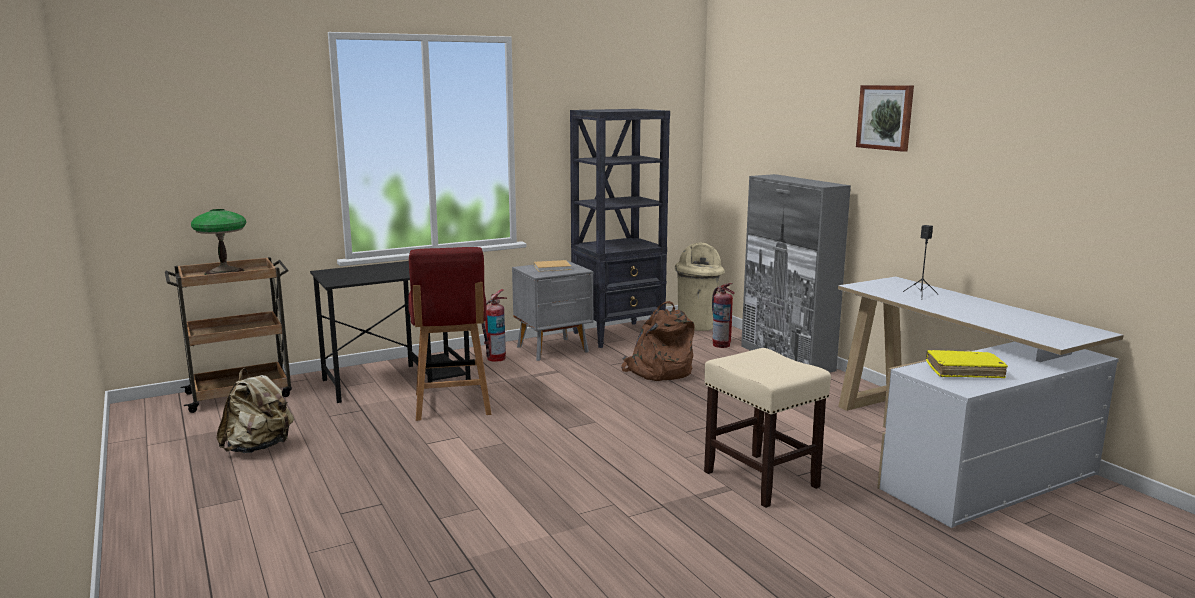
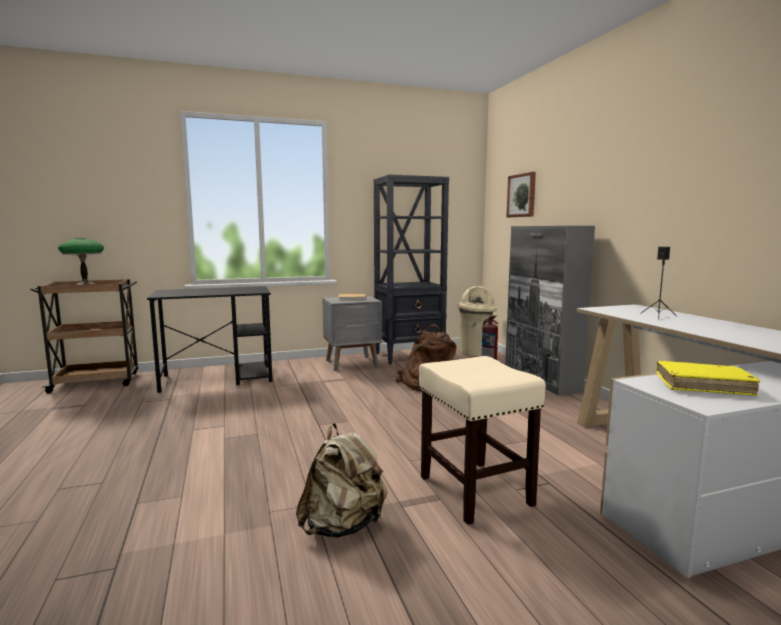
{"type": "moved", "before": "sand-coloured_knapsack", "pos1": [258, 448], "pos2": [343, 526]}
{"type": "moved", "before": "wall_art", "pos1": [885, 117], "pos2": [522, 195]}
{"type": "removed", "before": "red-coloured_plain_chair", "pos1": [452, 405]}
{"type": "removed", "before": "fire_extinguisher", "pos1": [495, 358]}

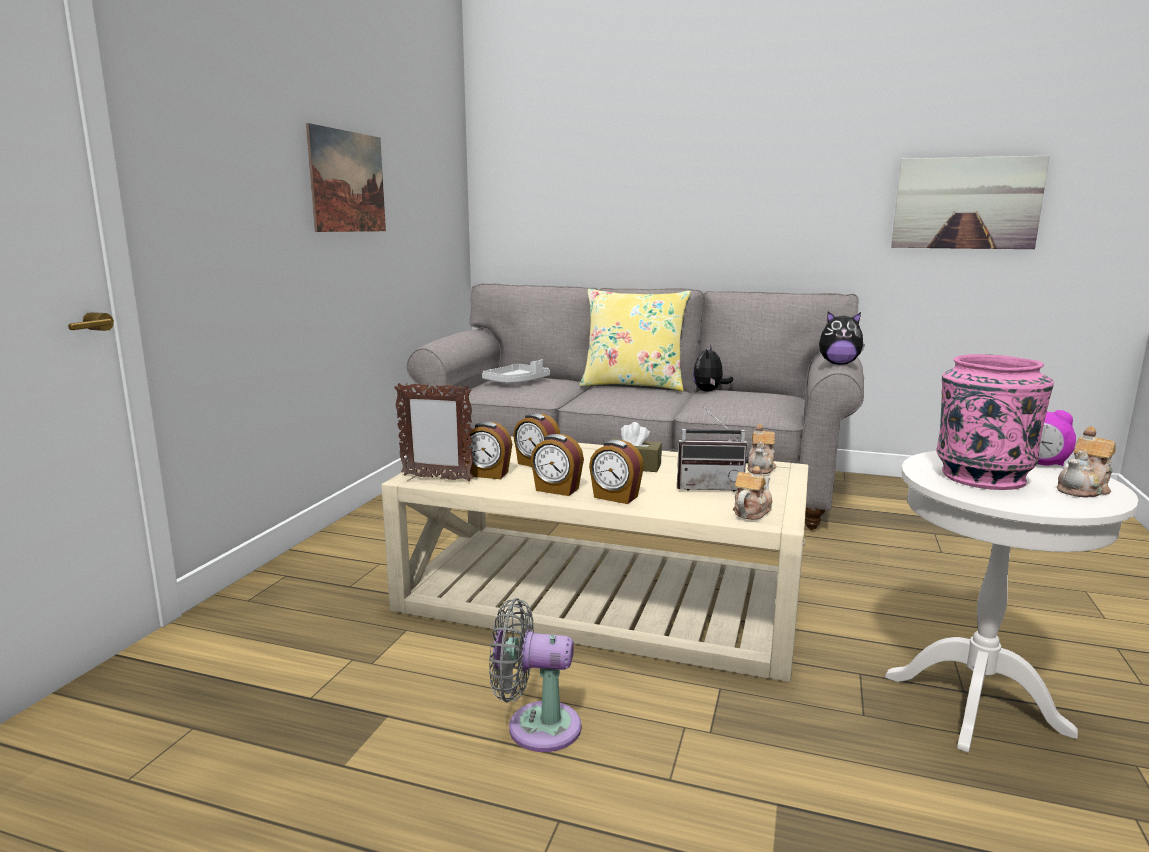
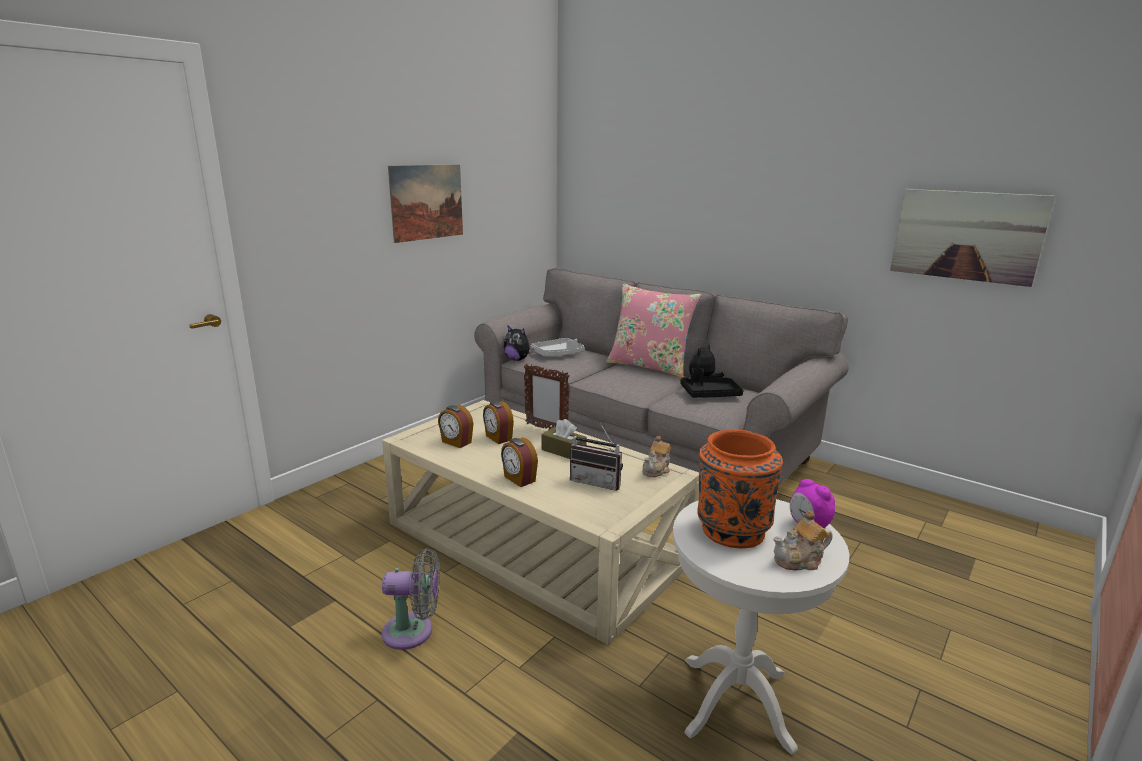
{"type": "turned", "before": "grey_electric_fan", "pos1": [536, 726], "pos2": [413, 631], "turn": 150}
{"type": "moved", "before": "cuddly_toy", "pos1": [838, 364], "pos2": [517, 359]}
{"type": "moved", "before": "picture_frame", "pos1": [436, 478], "pos2": [546, 429]}
{"type": "recoloured", "before": "yellowish_throw_pillow", "after": "pinkish_throw_pillow", "pos1": [633, 385], "pos2": [649, 366]}
{"type": "added", "after": "black_serving_tray", "pos2": [709, 394]}
{"type": "recoloured", "before": "pinkish_flower_vase", "after": "orange_flower_vase", "pos1": [980, 477], "pos2": [731, 530]}
{"type": "removed", "before": "alarm_clock", "pos1": [556, 490]}
{"type": "removed", "before": "teapot", "pos1": [751, 512]}

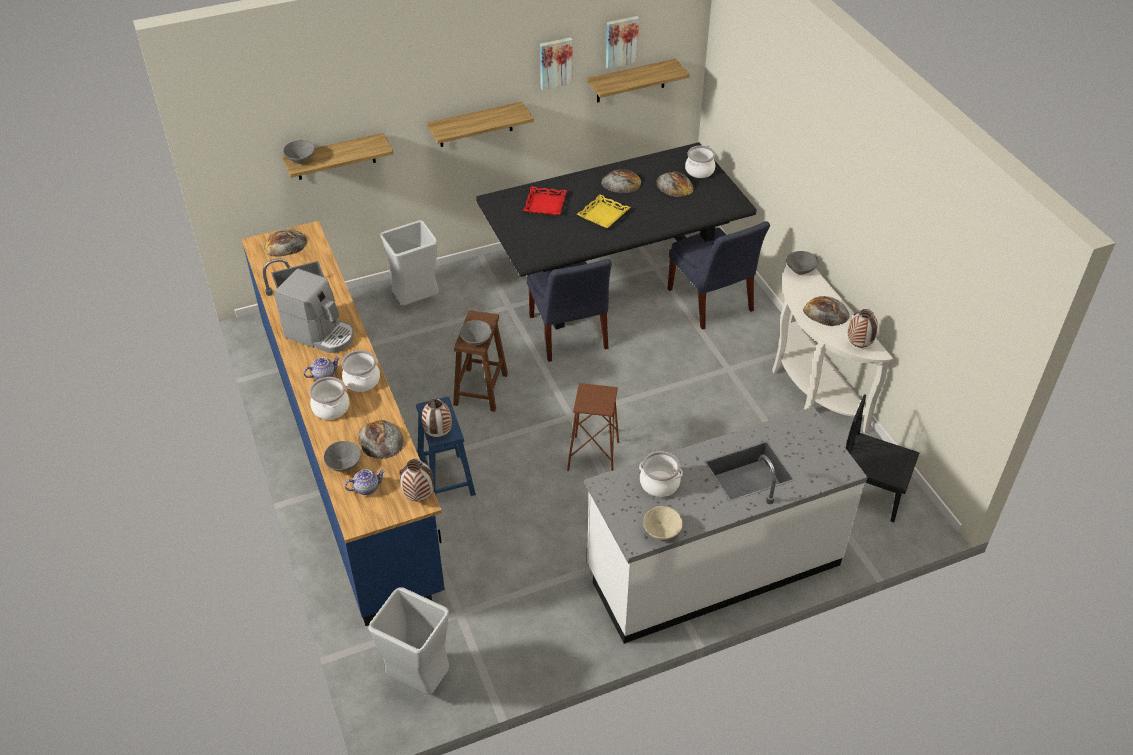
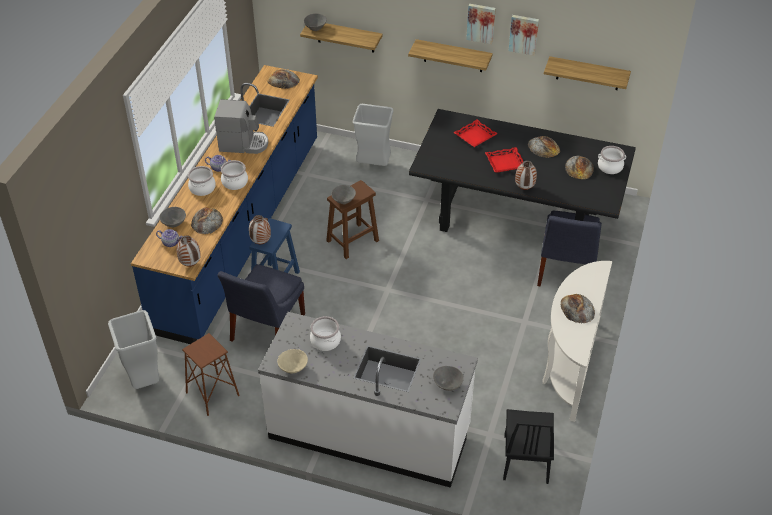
{"type": "moved", "before": "brownish_stool_seat", "pos1": [593, 456], "pos2": [212, 394]}
{"type": "turned", "before": "coffee_brewer", "pos1": [321, 334], "pos2": [243, 144], "turn": -60}
{"type": "moved", "before": "blue-coloured_plain_chair", "pos1": [568, 335], "pos2": [265, 330]}
{"type": "moved", "before": "grey_deep_dish", "pos1": [800, 270], "pos2": [447, 384]}
{"type": "moved", "before": "wall_art", "pos1": [621, 41], "pos2": [481, 23]}
{"type": "recoloured", "before": "yellowish_serving_tray", "after": "red-coloured_serving_tray", "pos1": [603, 215], "pos2": [505, 163]}
{"type": "turned", "before": "black_plain_chair", "pos1": [869, 492], "pos2": [525, 459], "turn": -150}
{"type": "moved", "before": "flower_vase", "pos1": [858, 345], "pos2": [524, 188]}

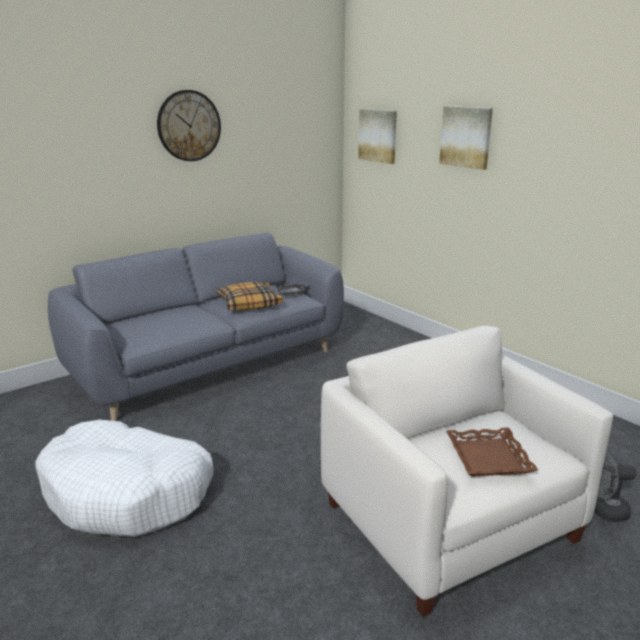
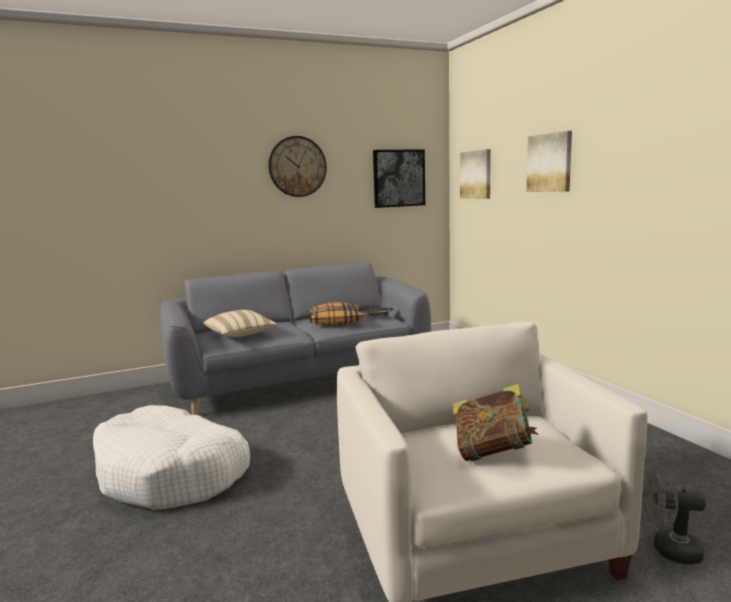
{"type": "added", "after": "sand-coloured_throw_pillow", "pos2": [240, 335]}
{"type": "added", "after": "wall_art", "pos2": [398, 178]}
{"type": "replaced", "before": "brownish_serving_tray", "after": "book", "pos1": [487, 457], "pos2": [492, 452]}

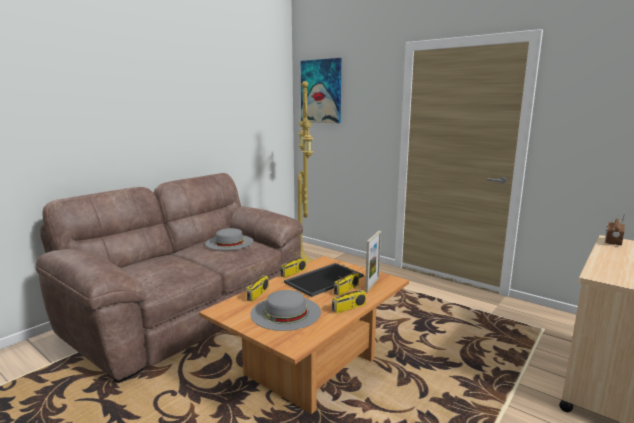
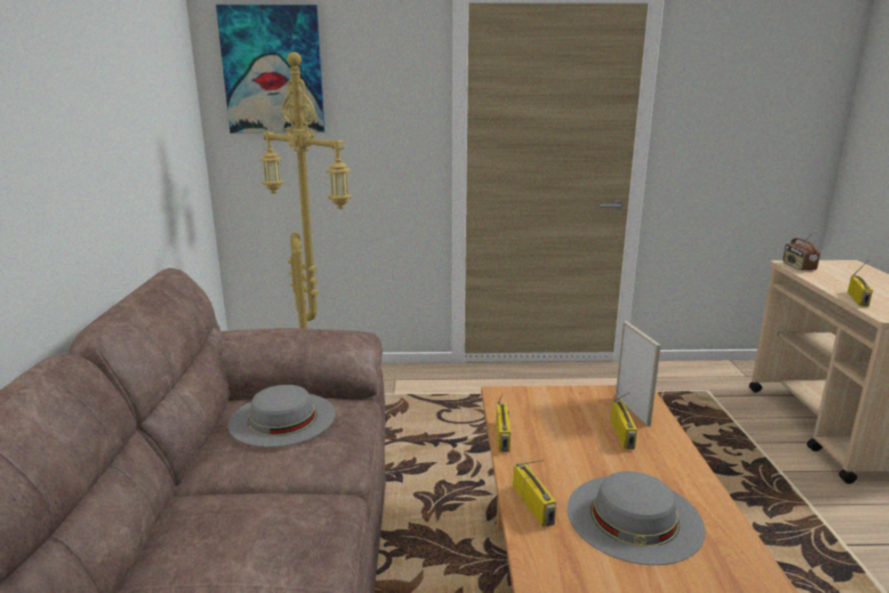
{"type": "moved", "before": "radio_set", "pos1": [349, 308], "pos2": [858, 299]}
{"type": "removed", "before": "serving_tray", "pos1": [324, 279]}

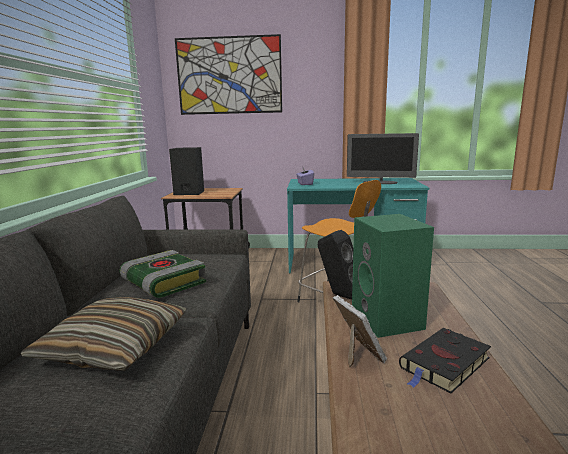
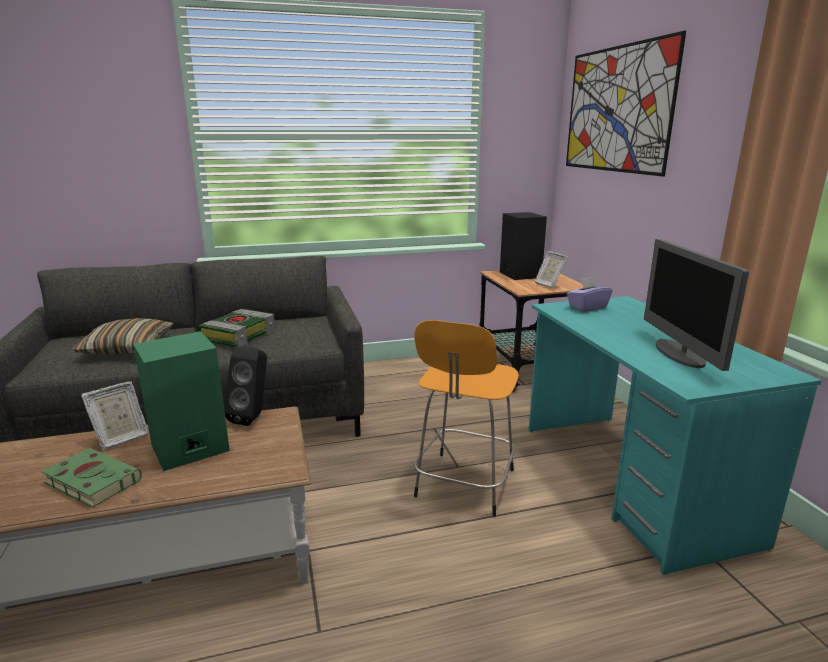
{"type": "recoloured", "before": "black_book", "after": "greenish_book", "pos1": [444, 364], "pos2": [91, 481]}
{"type": "added", "after": "picture_frame", "pos2": [549, 285]}

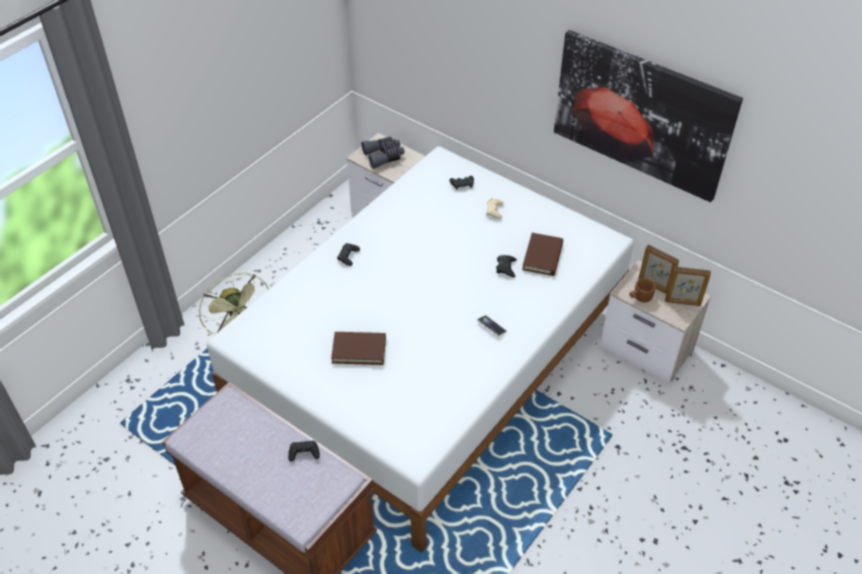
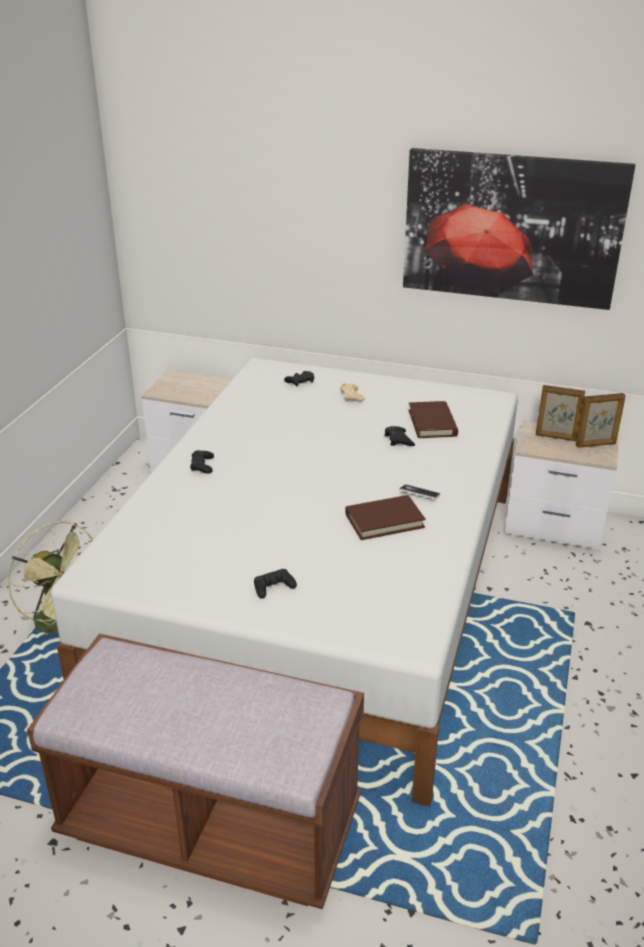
{"type": "moved", "before": "black_gamepad", "pos1": [304, 453], "pos2": [273, 587]}
{"type": "moved", "before": "brownish_book", "pos1": [359, 350], "pos2": [384, 521]}
{"type": "removed", "before": "grey_pair_of_binoculars", "pos1": [384, 156]}
{"type": "removed", "before": "brownish_tea_mug", "pos1": [639, 297]}

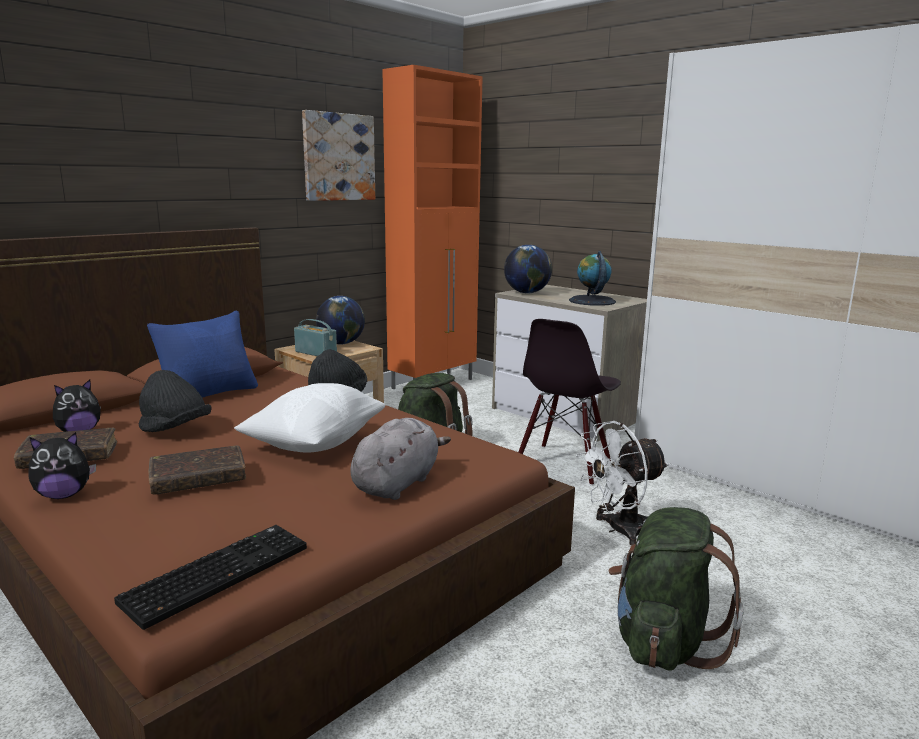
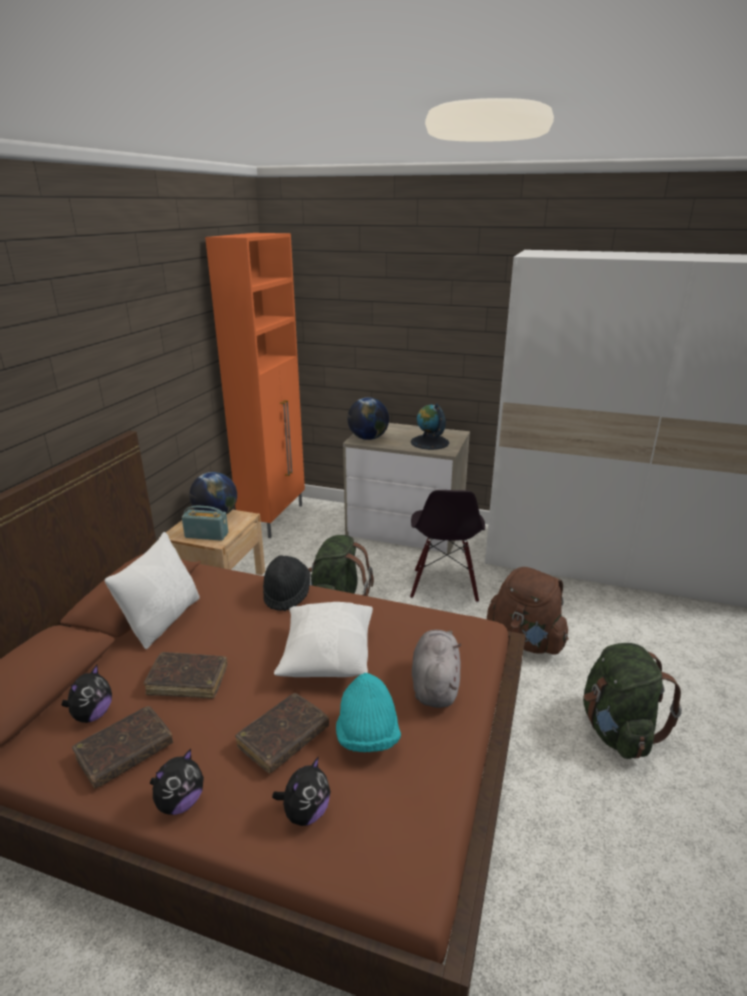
{"type": "recoloured", "before": "blue-coloured_throw_pillow", "after": "white-coloured_throw_pillow", "pos1": [210, 394], "pos2": [163, 619]}
{"type": "replaced", "before": "black_clothing_hat", "after": "brownish_book", "pos1": [175, 430], "pos2": [188, 681]}
{"type": "added", "after": "cuddly_toy", "pos2": [305, 813]}
{"type": "added", "after": "blue-green_clothing_hat", "pos2": [367, 736]}
{"type": "replaced", "before": "white-coloured_electric_fan", "after": "brownish_knapsack", "pos1": [618, 530], "pos2": [525, 641]}
{"type": "removed", "before": "PC_keyboard", "pos1": [218, 572]}
{"type": "removed", "before": "wall_art", "pos1": [338, 157]}

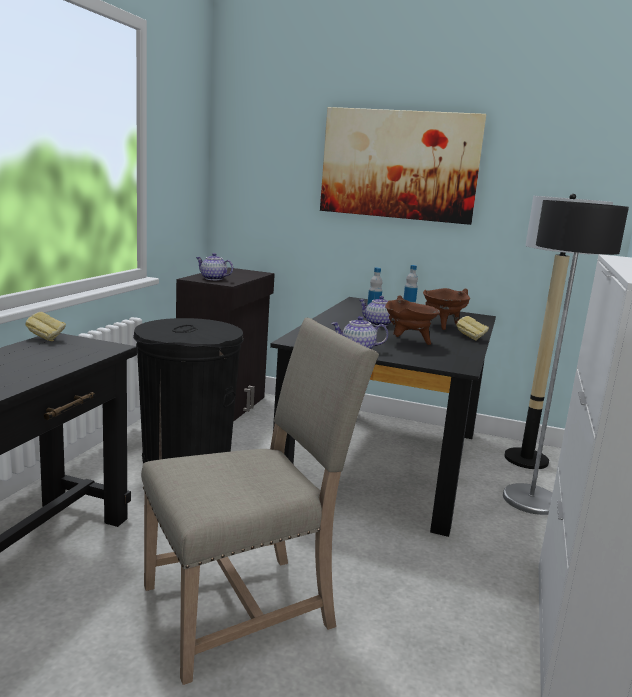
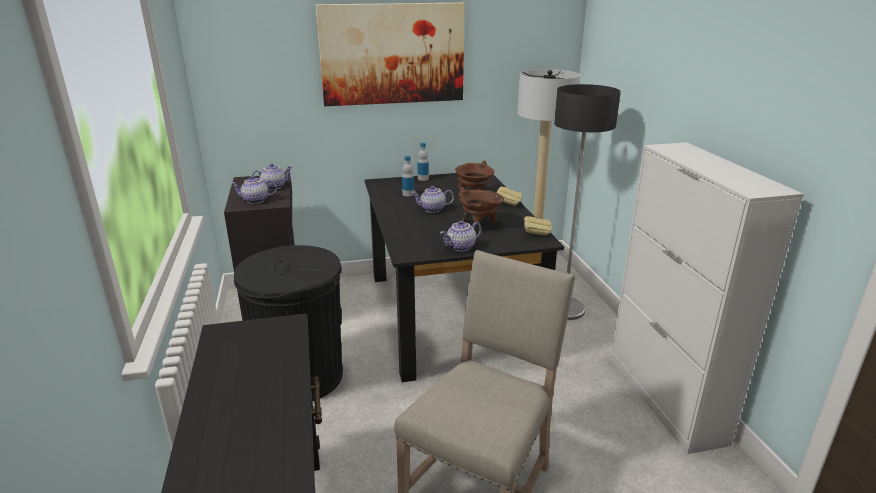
{"type": "added", "after": "teapot", "pos2": [274, 186]}
{"type": "moved", "before": "baked_bread", "pos1": [46, 339], "pos2": [536, 234]}

